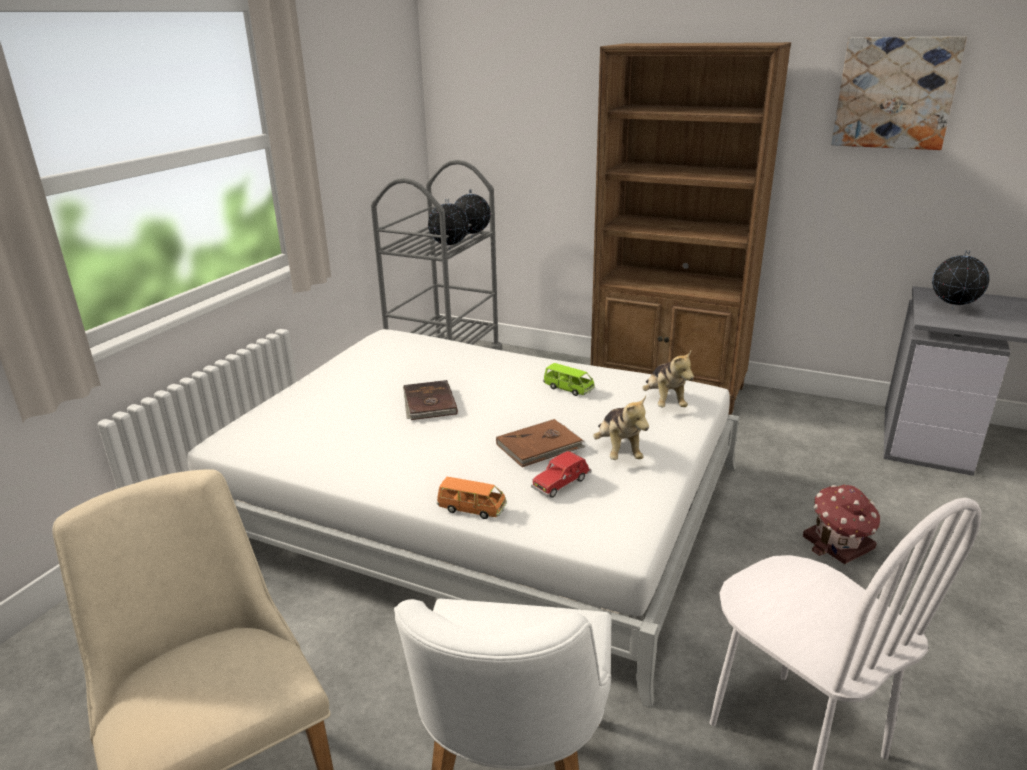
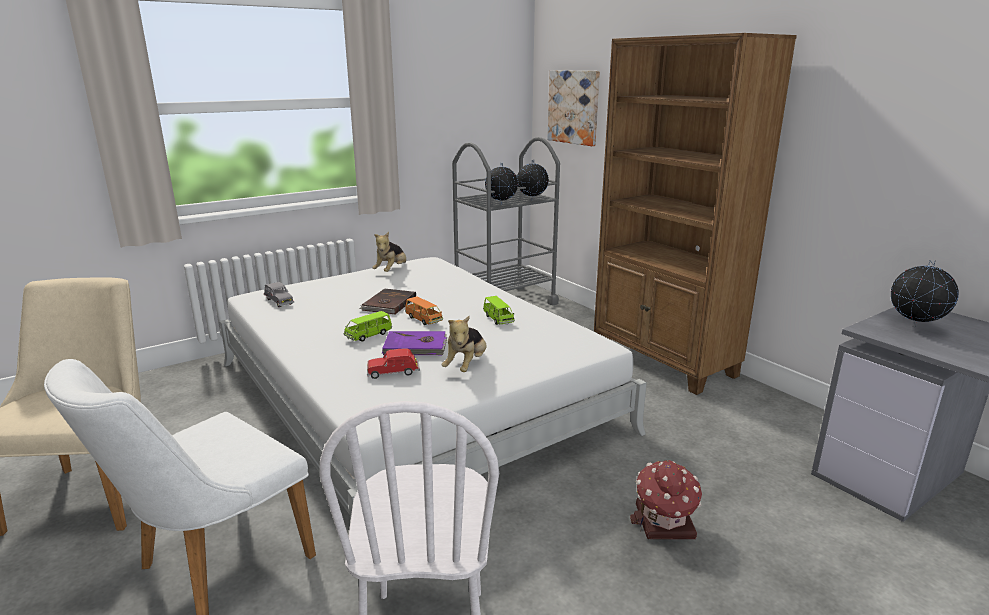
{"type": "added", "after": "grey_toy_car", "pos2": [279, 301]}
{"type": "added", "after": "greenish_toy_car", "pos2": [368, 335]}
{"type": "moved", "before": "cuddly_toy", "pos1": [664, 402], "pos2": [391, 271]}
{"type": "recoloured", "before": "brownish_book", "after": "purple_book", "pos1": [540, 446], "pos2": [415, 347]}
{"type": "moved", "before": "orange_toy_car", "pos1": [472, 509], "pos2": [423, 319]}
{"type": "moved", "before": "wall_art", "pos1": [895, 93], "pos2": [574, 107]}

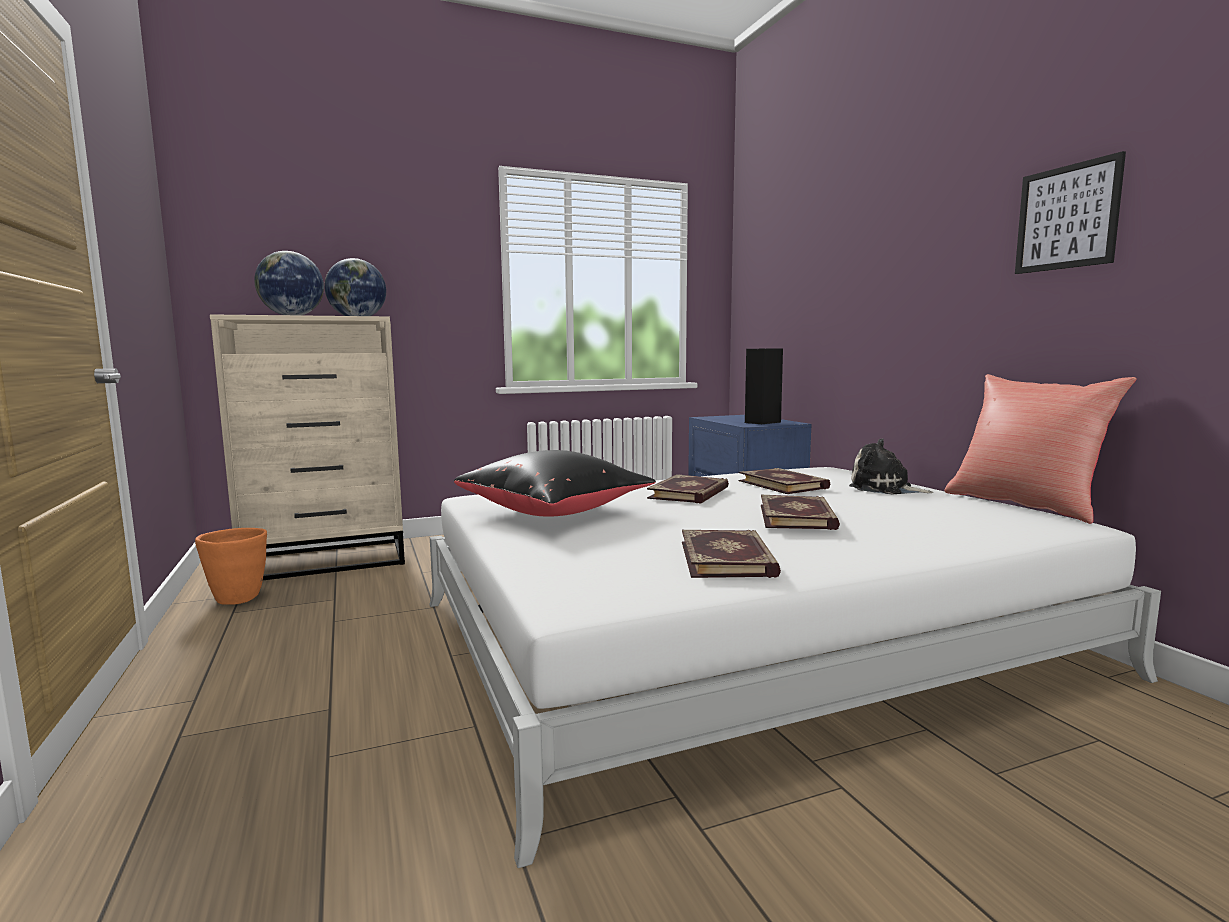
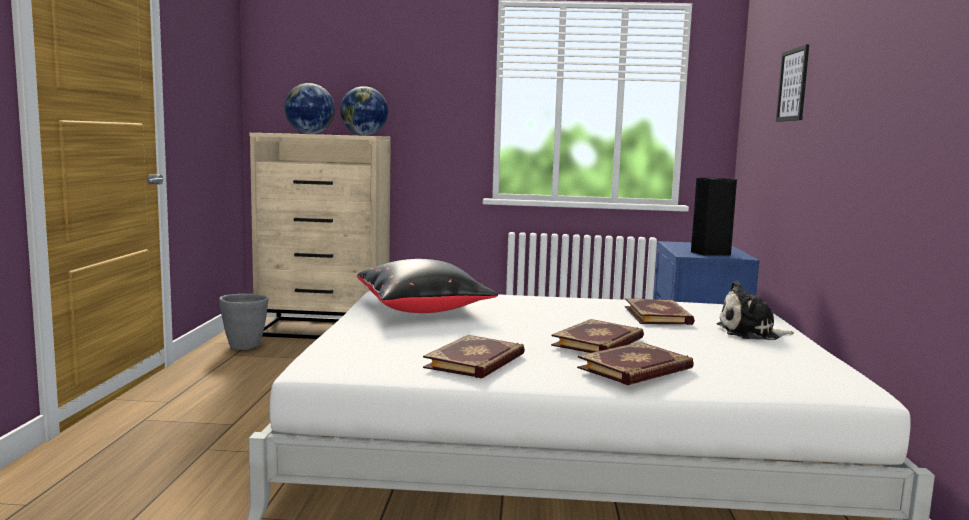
{"type": "recoloured", "before": "orange_planter", "after": "grey_planter", "pos1": [238, 599], "pos2": [245, 346]}
{"type": "moved", "before": "book", "pos1": [690, 493], "pos2": [636, 369]}
{"type": "turned", "before": "cuddly_toy", "pos1": [884, 489], "pos2": [751, 333], "turn": -60}
{"type": "moved", "before": "wall_art", "pos1": [1067, 217], "pos2": [793, 85]}
{"type": "removed", "before": "red-coloured_throw_pillow", "pos1": [1025, 504]}

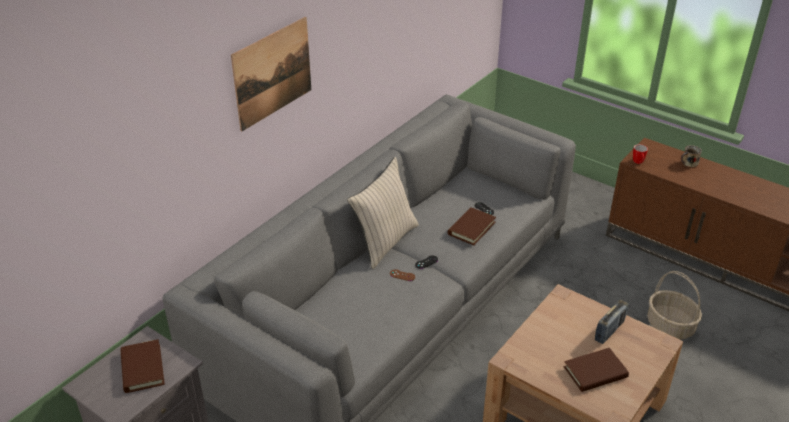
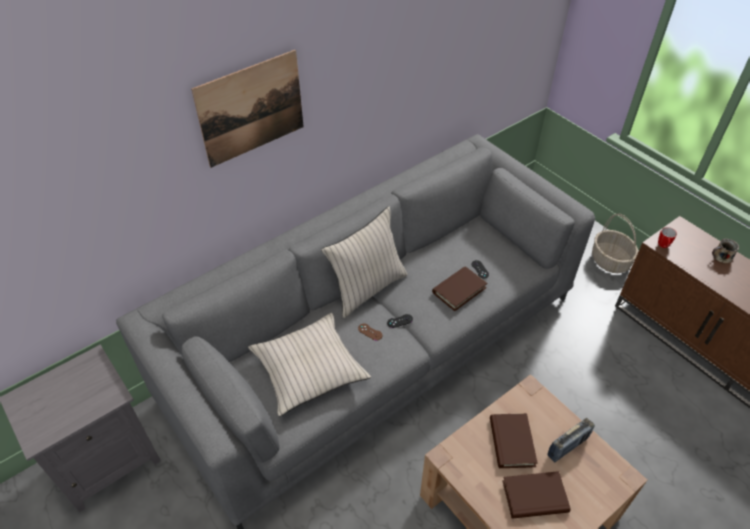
{"type": "added", "after": "sand-coloured_throw_pillow", "pos2": [308, 369]}
{"type": "moved", "before": "brownish_book", "pos1": [142, 368], "pos2": [511, 442]}
{"type": "moved", "before": "household_basket", "pos1": [670, 326], "pos2": [610, 261]}

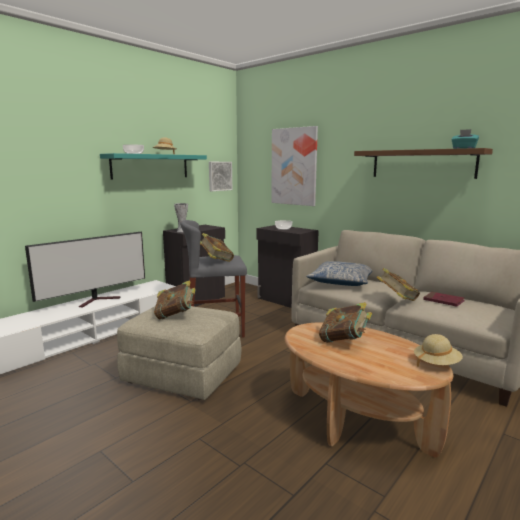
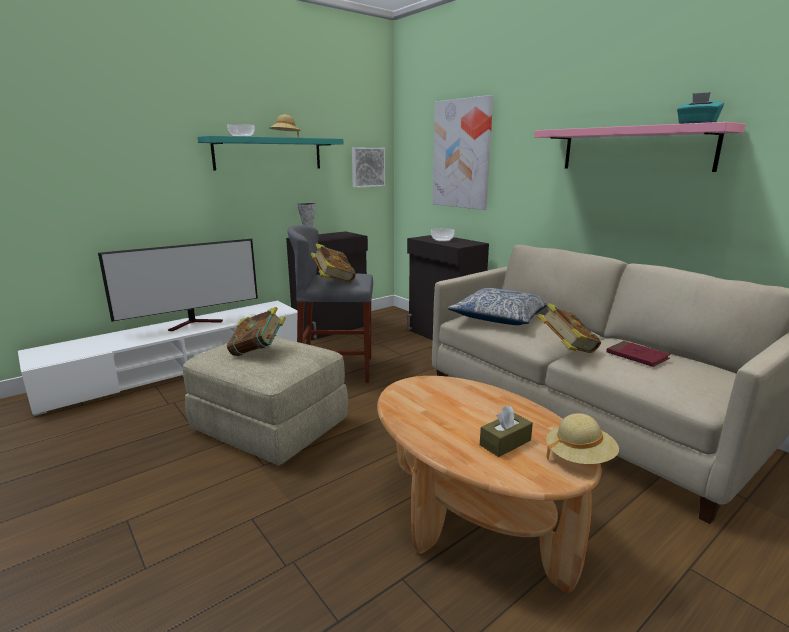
{"type": "added", "after": "brownish_tissue_holder", "pos2": [505, 443]}
{"type": "recoloured", "before": "brownish_wall_shelf", "after": "pinkish_wall_shelf", "pos1": [422, 164], "pos2": [635, 149]}
{"type": "removed", "before": "book", "pos1": [344, 341]}

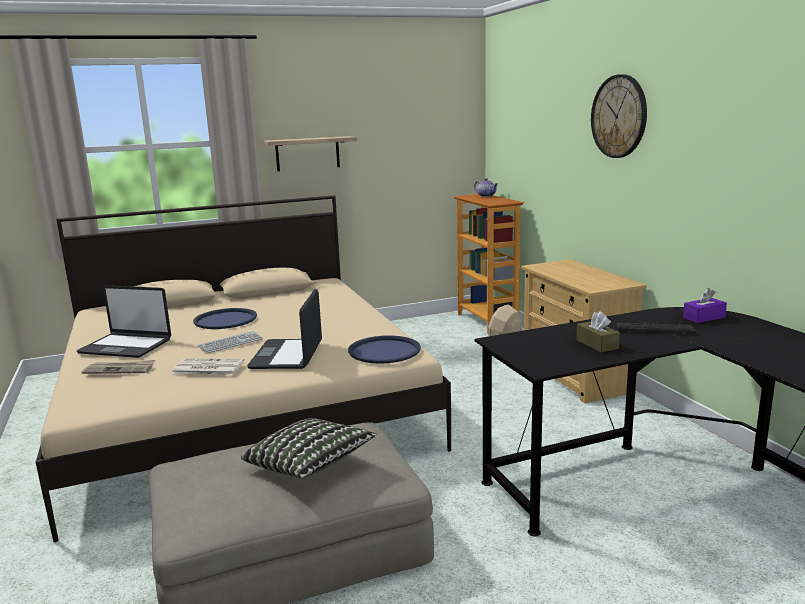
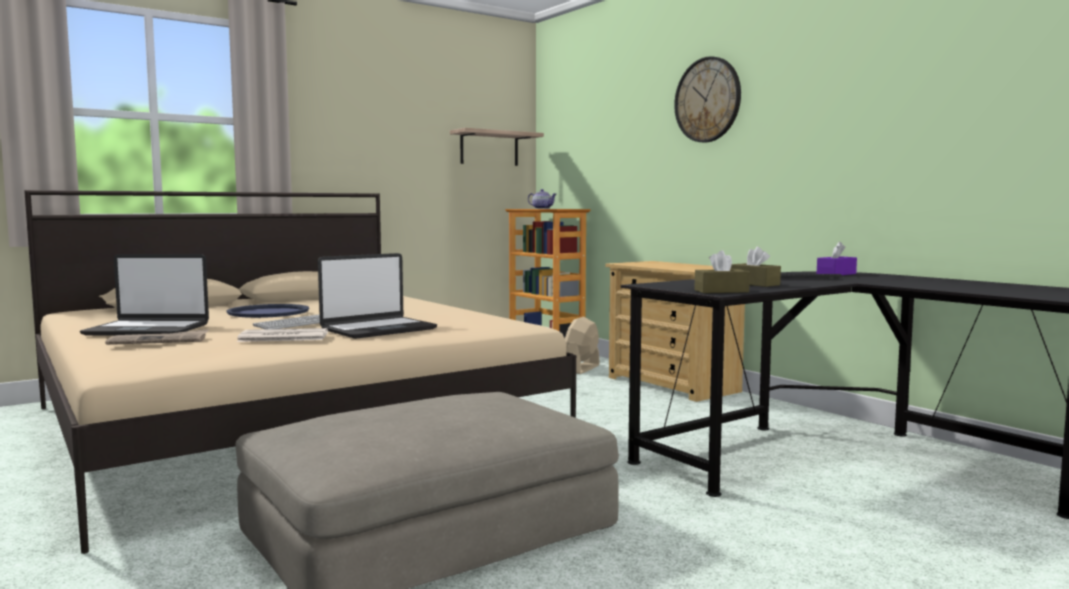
{"type": "turned", "before": "portable_computer", "pos1": [288, 355], "pos2": [378, 329], "turn": -120}
{"type": "moved", "before": "wall_shelf", "pos1": [307, 153], "pos2": [489, 148]}
{"type": "added", "after": "brownish_tissue_holder", "pos2": [721, 291]}
{"type": "removed", "before": "throw_pillow", "pos1": [309, 466]}
{"type": "removed", "before": "blue-coloured_serving_tray", "pos1": [384, 350]}

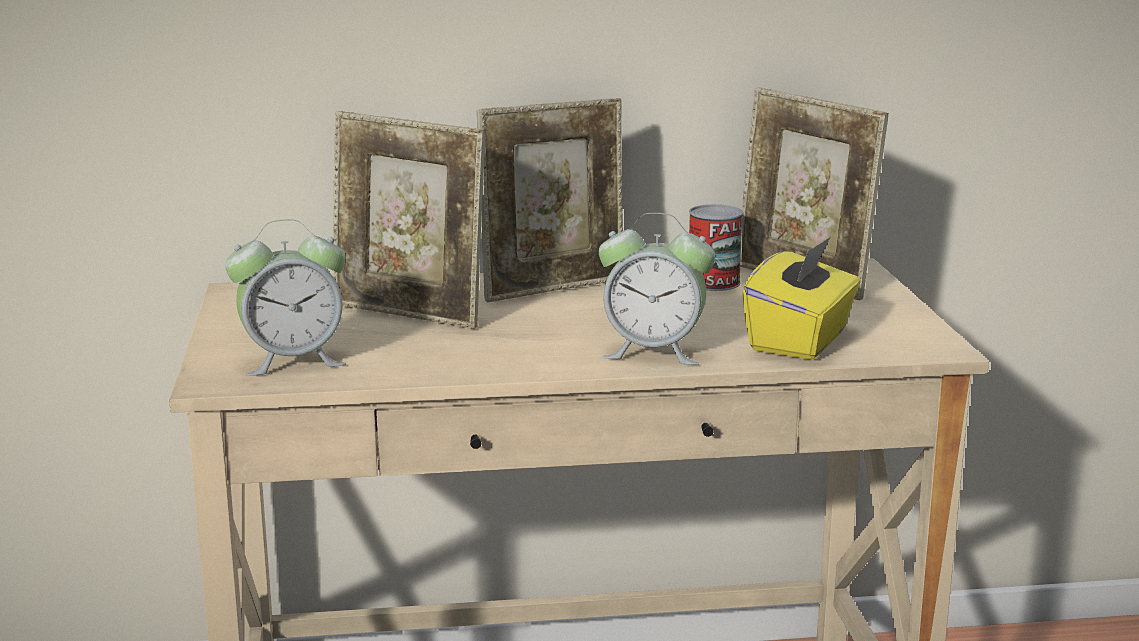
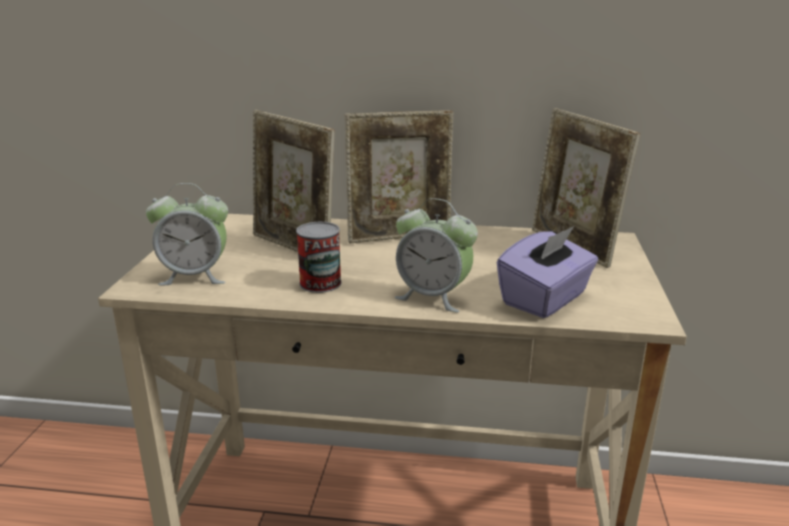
{"type": "moved", "before": "metal_can", "pos1": [713, 282], "pos2": [320, 283]}
{"type": "recoloured", "before": "yellowish_tissue_holder", "after": "purple_tissue_holder", "pos1": [800, 340], "pos2": [545, 299]}

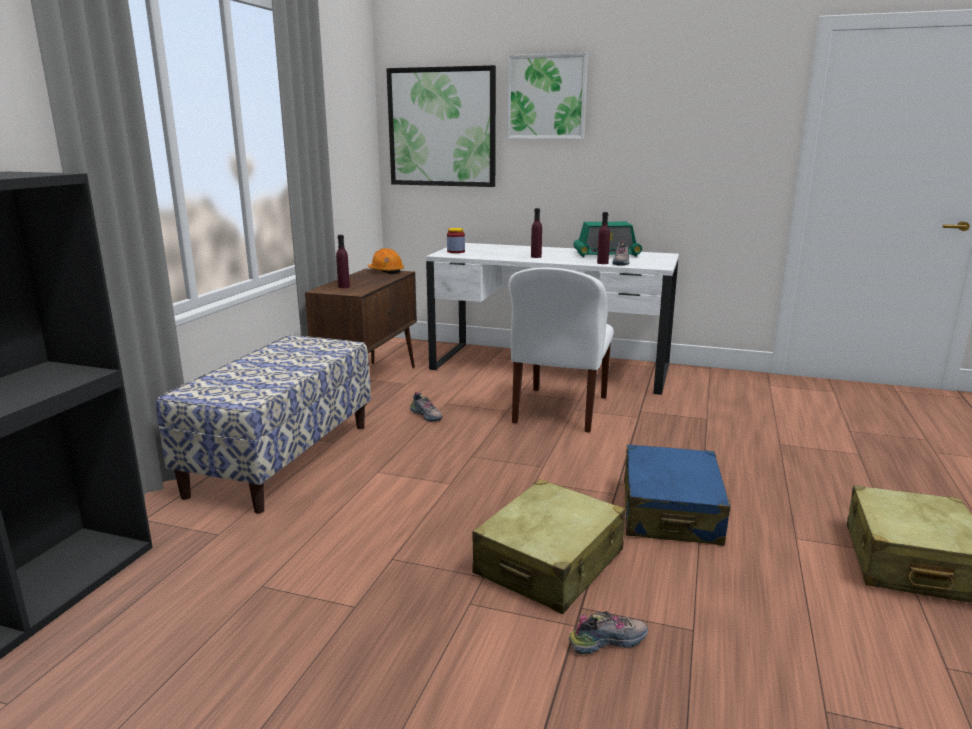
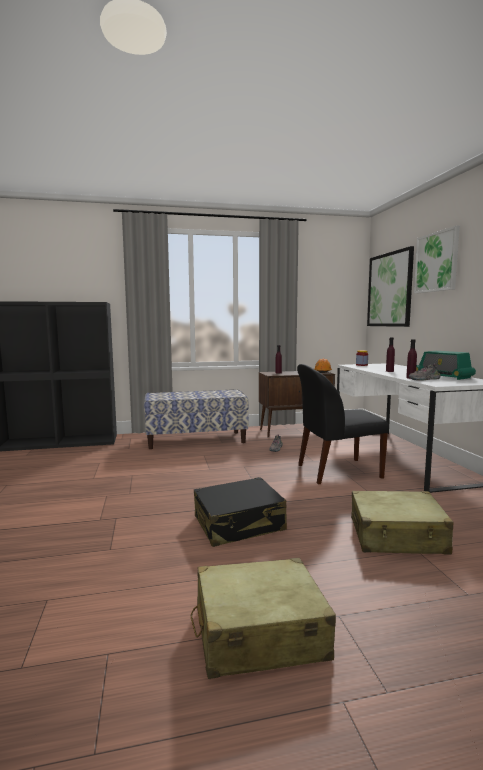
{"type": "recoloured", "before": "blue-coloured_piece_of_luggage", "after": "black_piece_of_luggage", "pos1": [670, 512], "pos2": [239, 524]}
{"type": "recoloured", "before": "white-coloured_plain_chair", "after": "black_plain_chair", "pos1": [559, 411], "pos2": [337, 471]}
{"type": "moved", "before": "sand-coloured_piece_of_luggage", "pos1": [550, 563], "pos2": [397, 536]}
{"type": "removed", "before": "item_of_footwear", "pos1": [607, 641]}

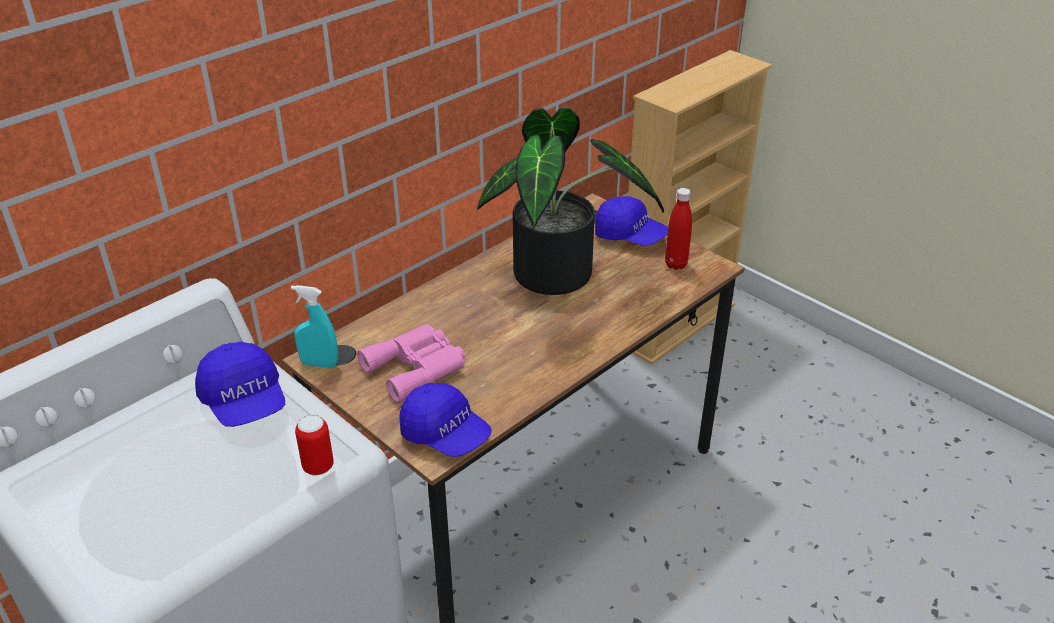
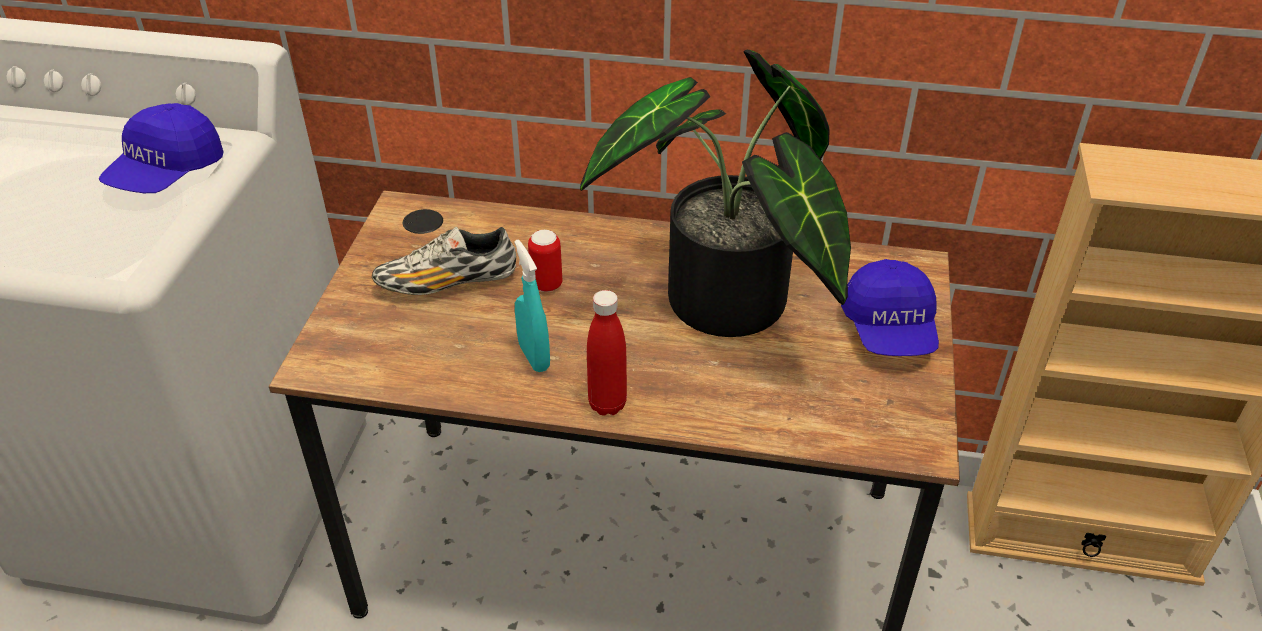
{"type": "replaced", "before": "pinkish_pair_of_binoculars", "after": "item_of_footwear", "pos1": [418, 367], "pos2": [447, 283]}
{"type": "moved", "before": "blue-green_spray_bottle", "pos1": [319, 364], "pos2": [534, 357]}
{"type": "moved", "before": "metal_can", "pos1": [318, 467], "pos2": [546, 284]}
{"type": "moved", "before": "red-coloured_bottle", "pos1": [676, 264], "pos2": [607, 404]}
{"type": "removed", "before": "blue-coloured_cap", "pos1": [445, 435]}

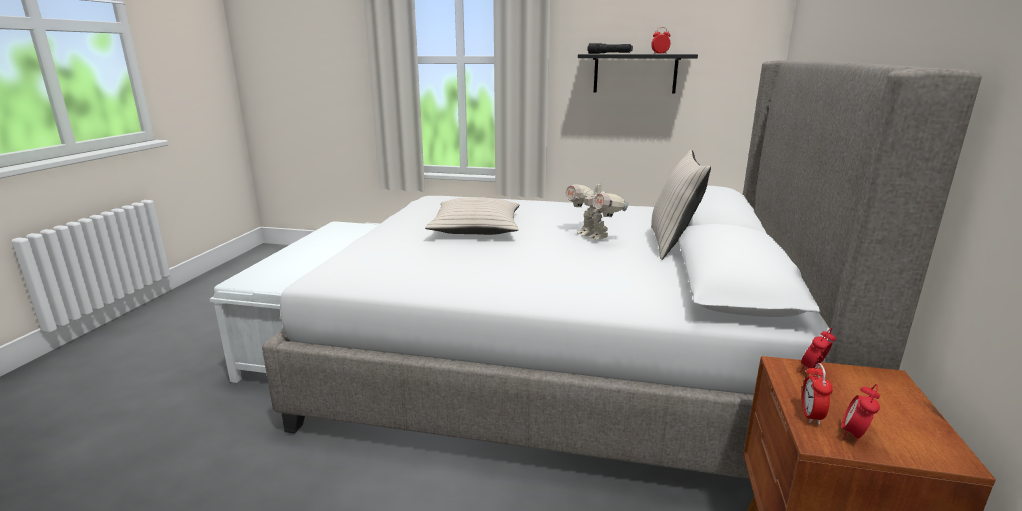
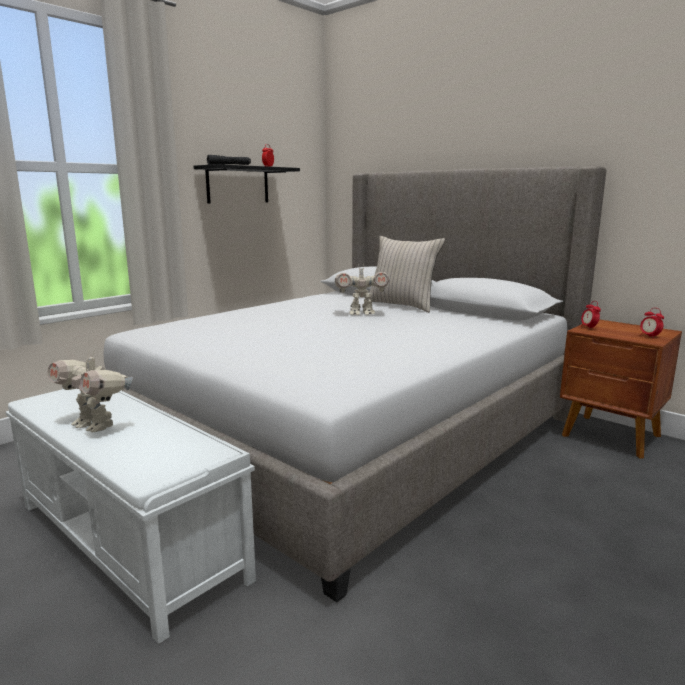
{"type": "added", "after": "model_robot", "pos2": [95, 425]}
{"type": "removed", "before": "sand-coloured_throw_pillow", "pos1": [476, 228]}
{"type": "removed", "before": "alarm_clock", "pos1": [811, 415]}

